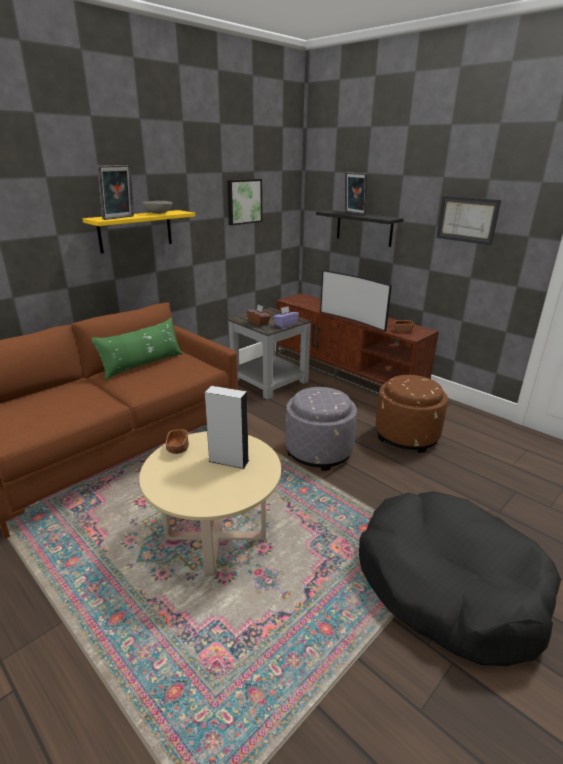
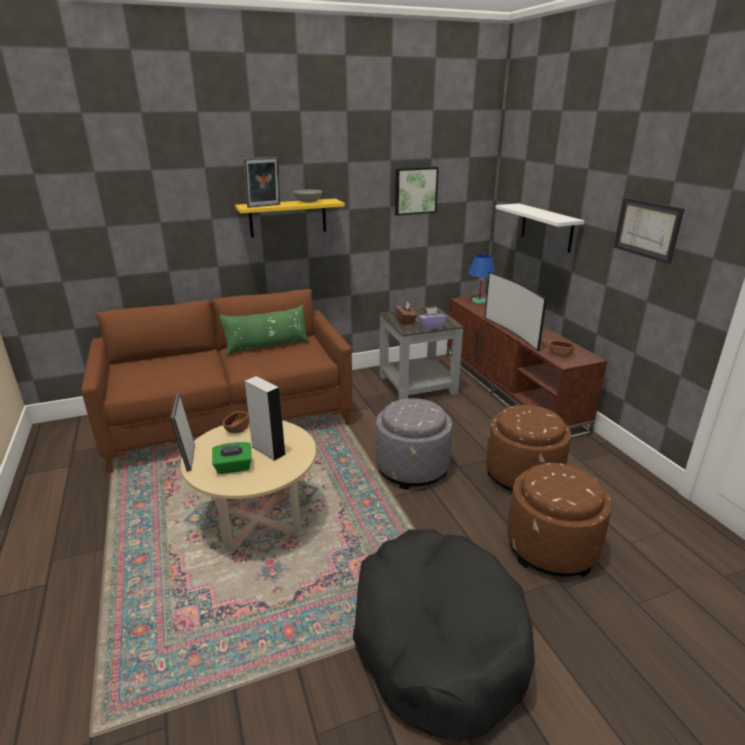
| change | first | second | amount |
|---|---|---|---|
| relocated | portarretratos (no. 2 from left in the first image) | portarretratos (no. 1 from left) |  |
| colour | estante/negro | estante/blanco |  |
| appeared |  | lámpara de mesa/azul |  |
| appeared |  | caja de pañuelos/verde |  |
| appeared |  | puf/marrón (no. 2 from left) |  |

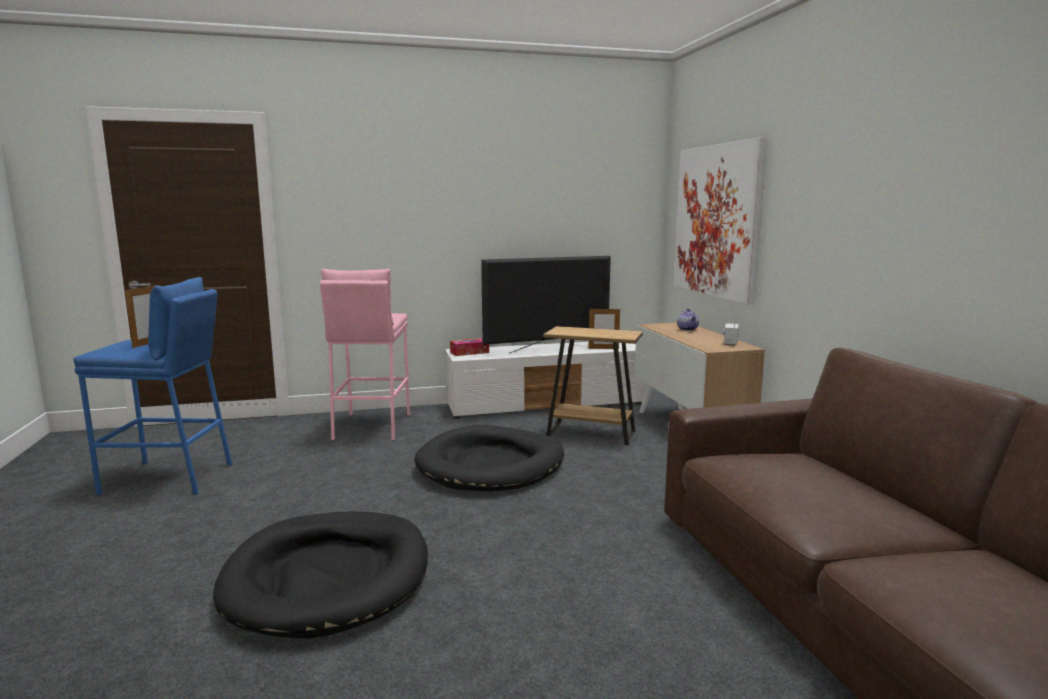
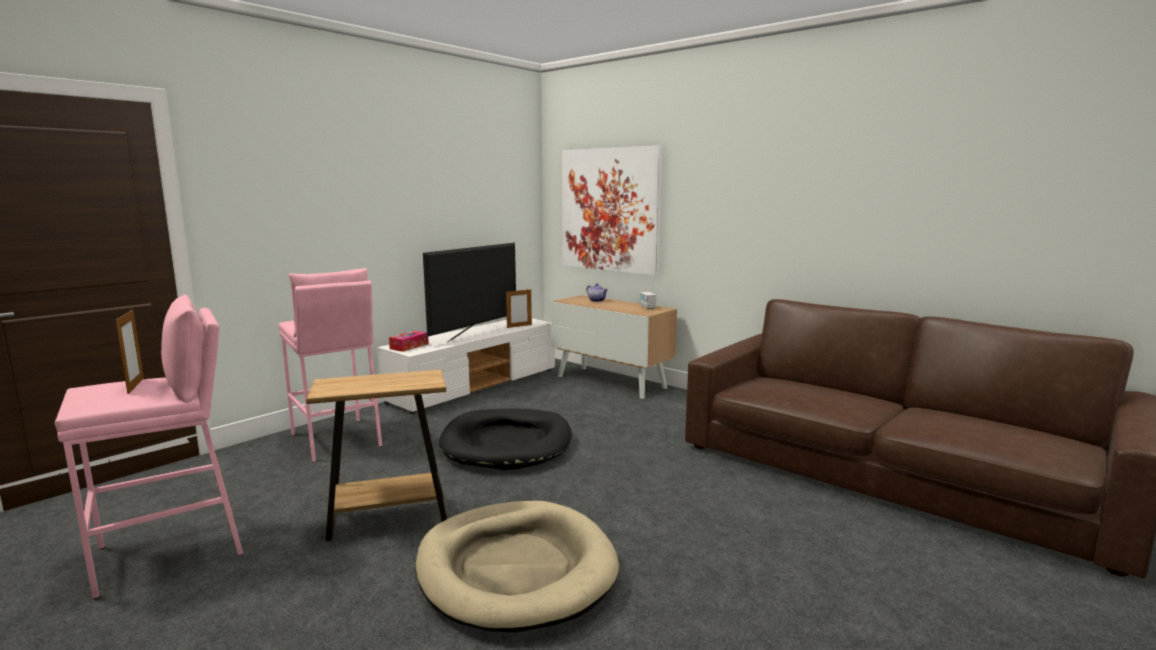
| change | first | second | amount |
|---|---|---|---|
| colour | taburete/azul | taburete/rosa (no. 1 from left) |  |
| relocated | mesa auxiliar/marrón |  |  |
| colour | cama para perro/negro (no. 1 from left) | cama para perro/beis |  |

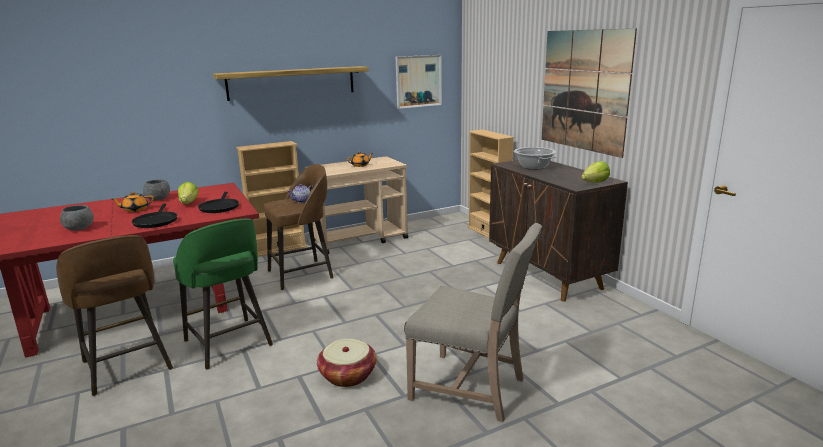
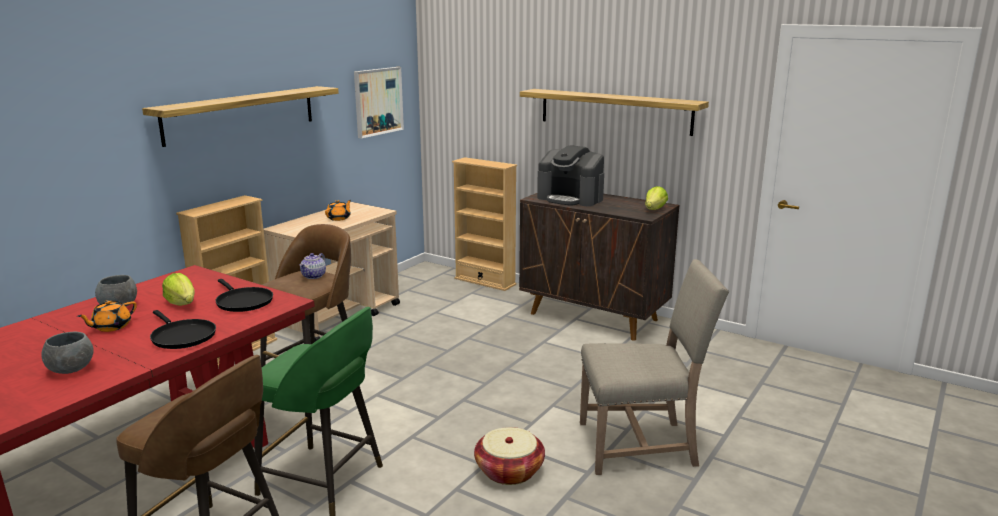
| change | first | second | amount |
|---|---|---|---|
| exchanged | cuadro (no. 2 from left) | estante (no. 2 from left) |  |
| exchanged | olla | cafetera |  |

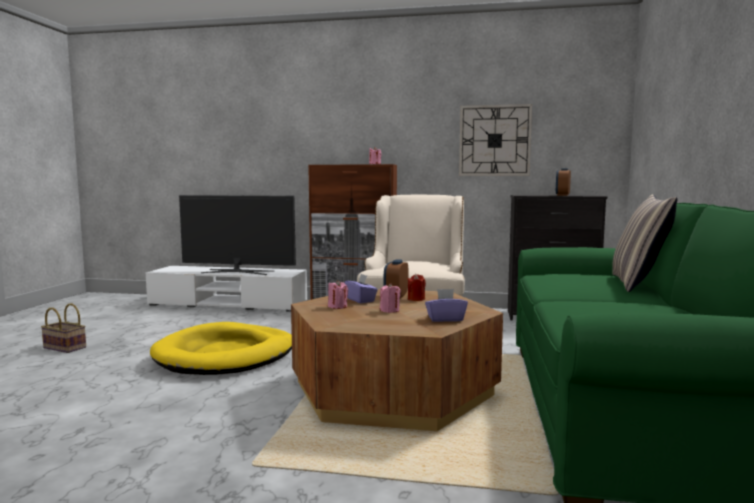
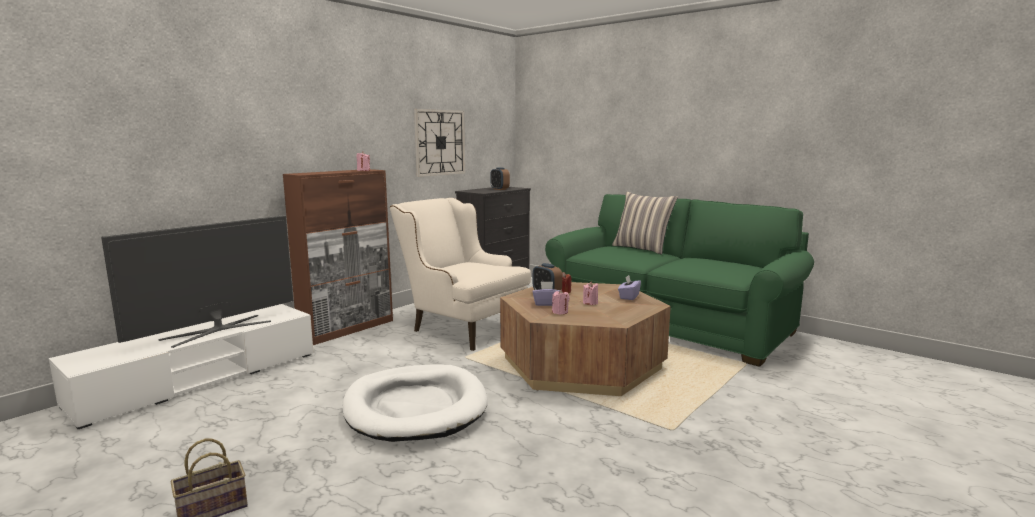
| change | first | second | amount |
|---|---|---|---|
| colour | cama para perro/amarillo | cama para perro/blanco |  |

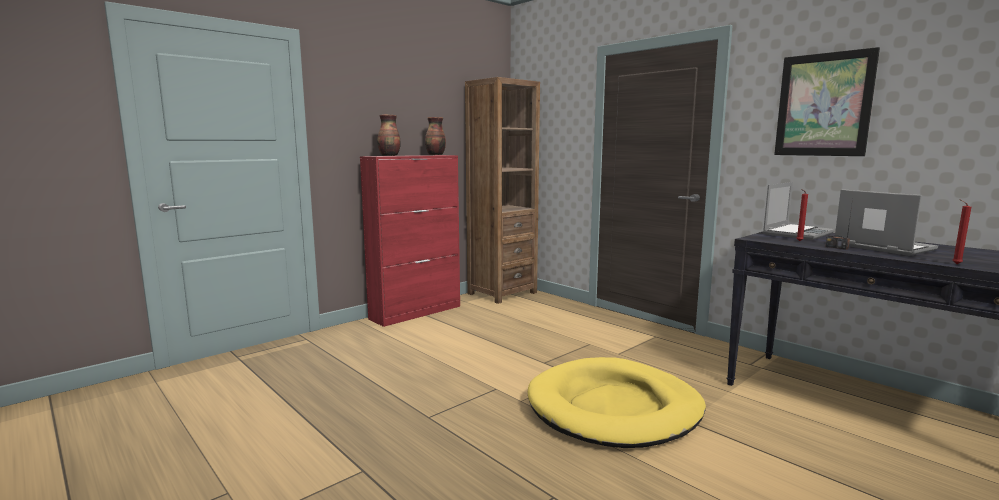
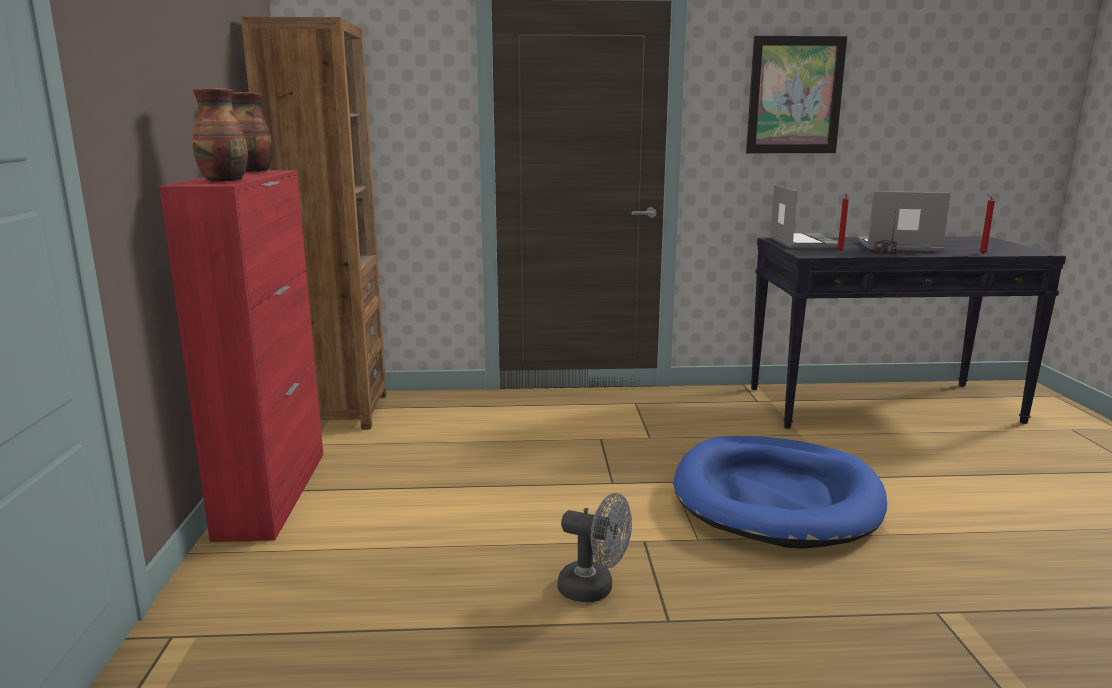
| change | first | second | amount |
|---|---|---|---|
| colour | cama para perro/amarillo | cama para perro/azul |  |
| appeared |  | ventilador/gris |  |

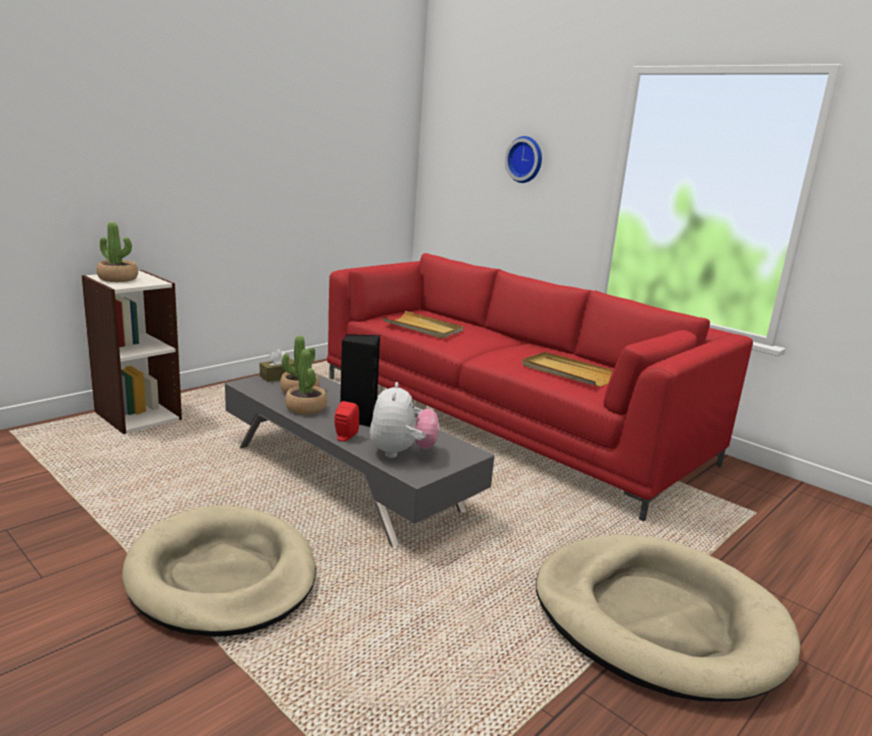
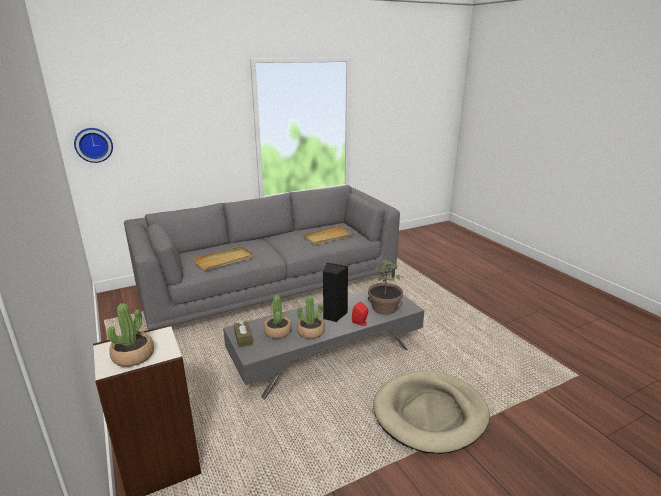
| change | first | second | amount |
|---|---|---|---|
| relocated | reloj de pared |  |  |
| colour | sofá/rojo | sofá/gris |  |
| exchanged | peluche | planta en maceta (no. 4 from left) |  |
| missing | cama para perro/beis (no. 2 from left) |  |  |

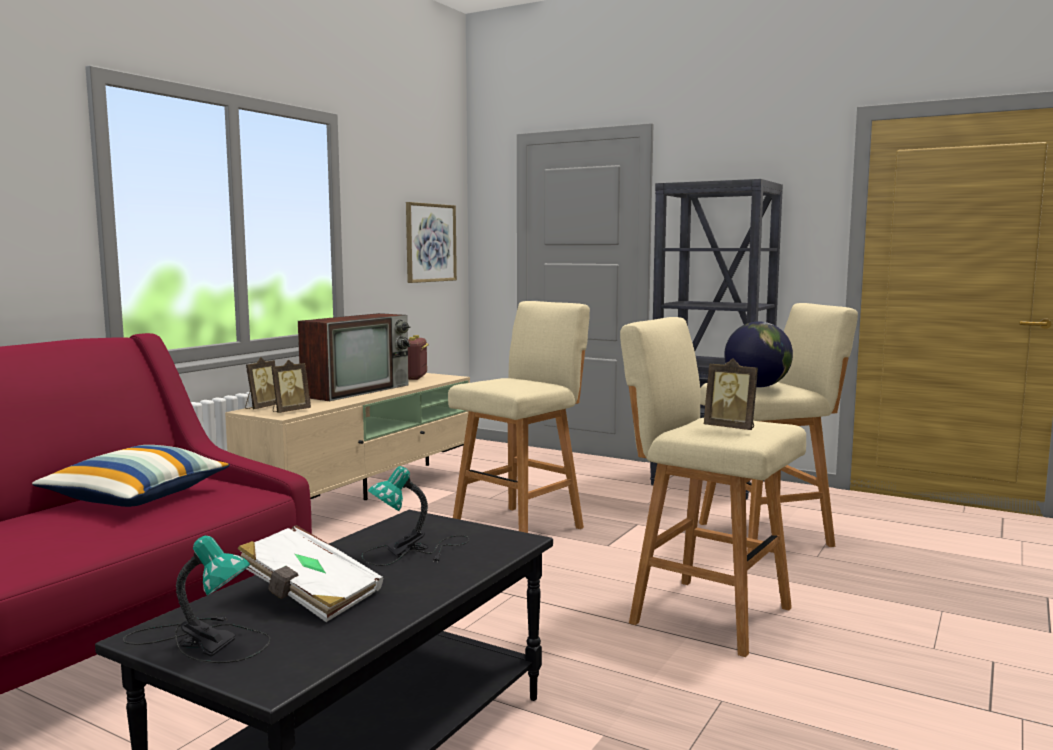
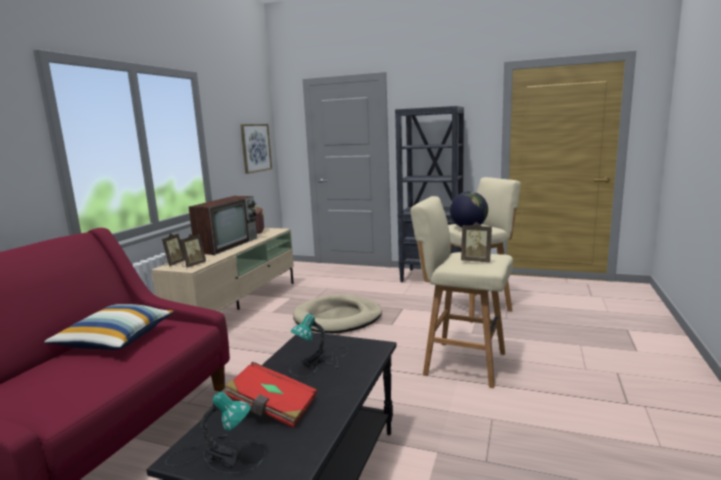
| change | first | second | amount |
|---|---|---|---|
| exchanged | taburete/beis (no. 1 from left) | cama para perro/beis |  |
| colour | libro/blanco | libro/rojo |  |

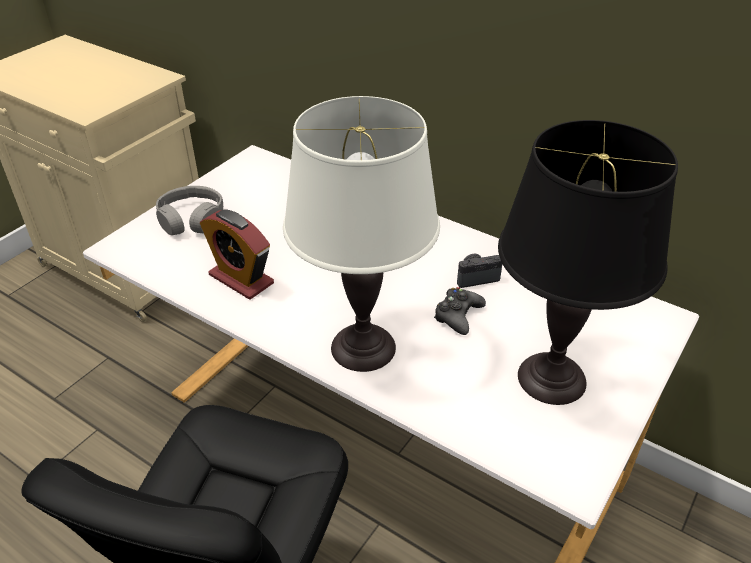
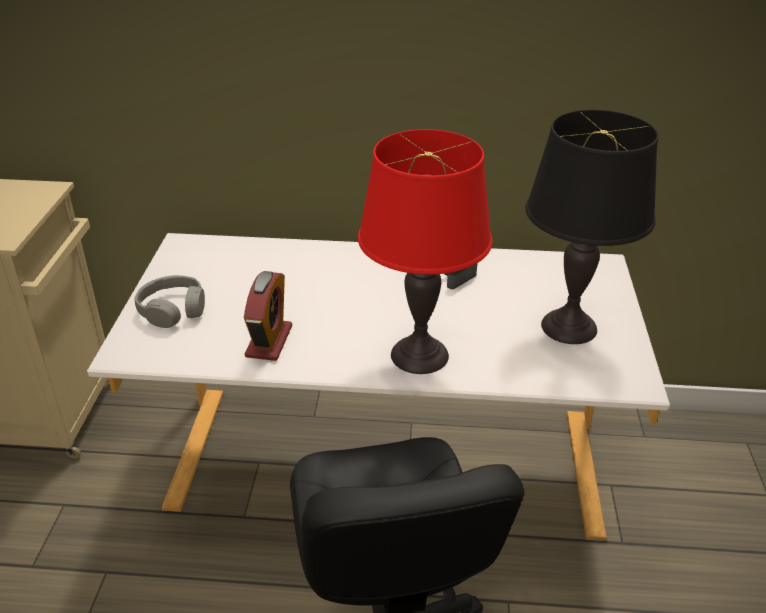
| change | first | second | amount |
|---|---|---|---|
| colour | lámpara de mesa/blanco | lámpara de mesa/rojo |  |
| spun | despertador |  | 90 degrees counterclockwise |
| missing | mando de consola/negro |  |  |

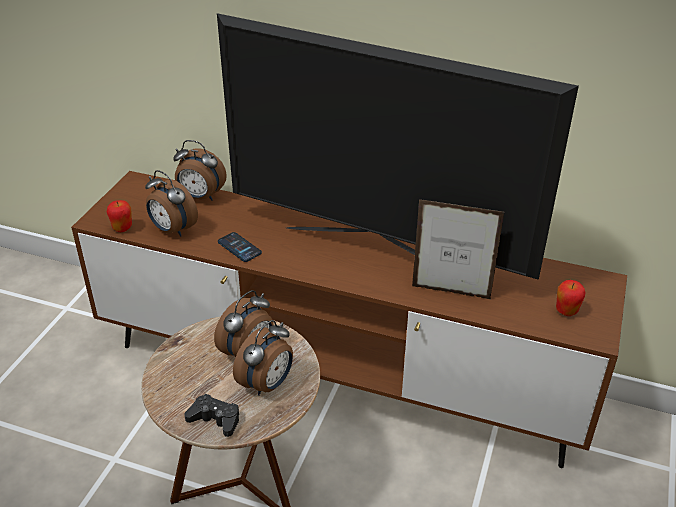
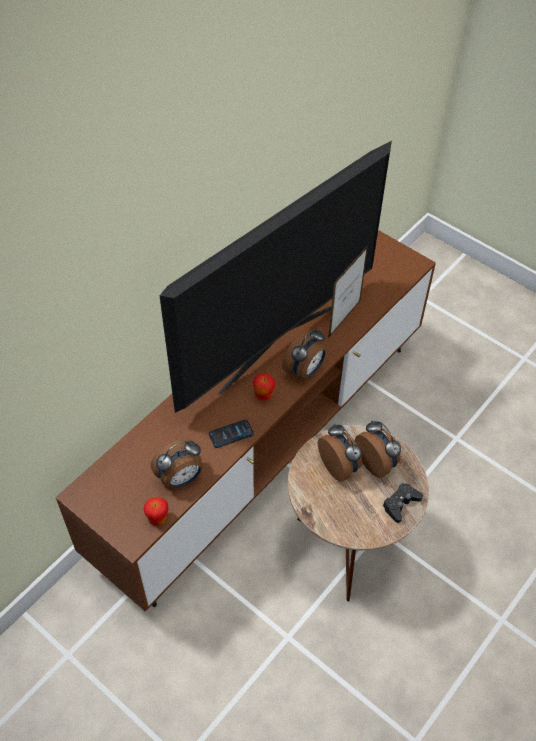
| change | first | second | amount |
|---|---|---|---|
| relocated | despertador (no. 2 from left) |  |  |
| relocated | manzana (no. 2 from left) |  |  |

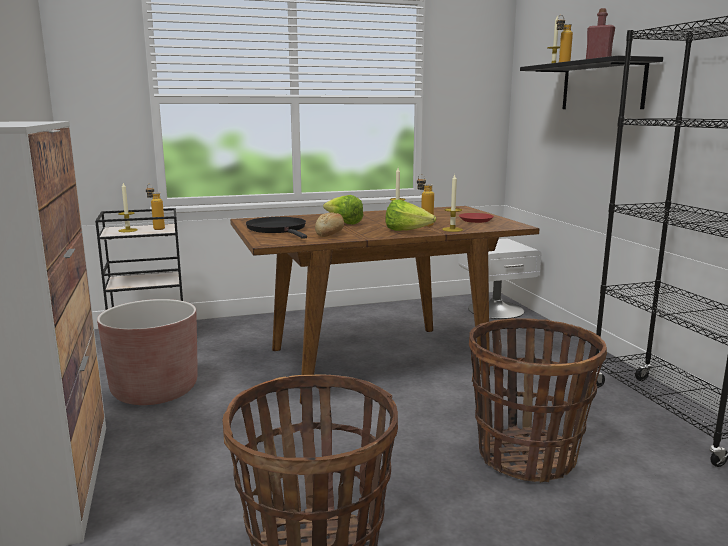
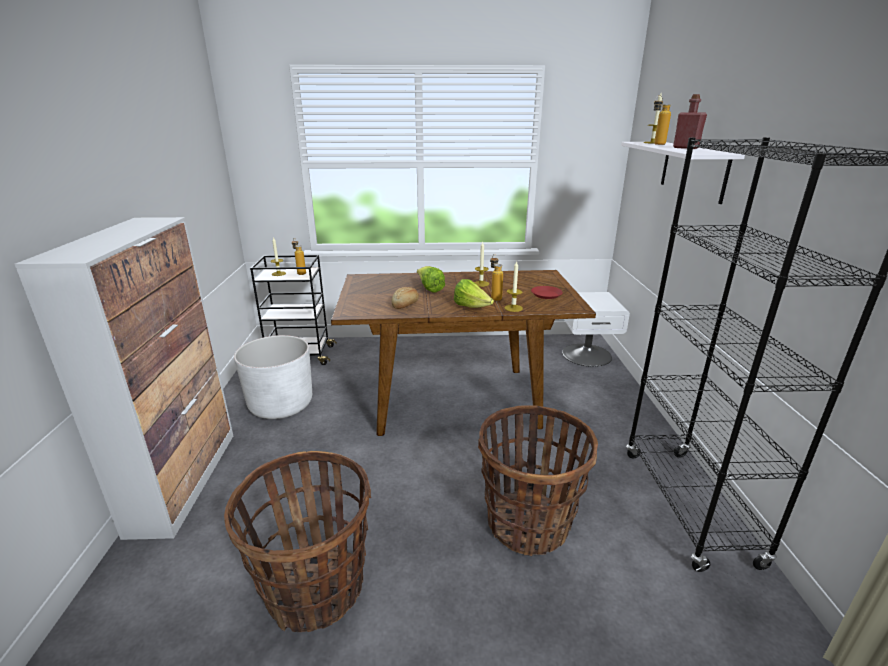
| change | first | second | amount |
|---|---|---|---|
| colour | estante/negro | estante/blanco |  |
| missing | sartén/negro |  |  |
| colour | maceta/marrón | maceta/blanco |  |

